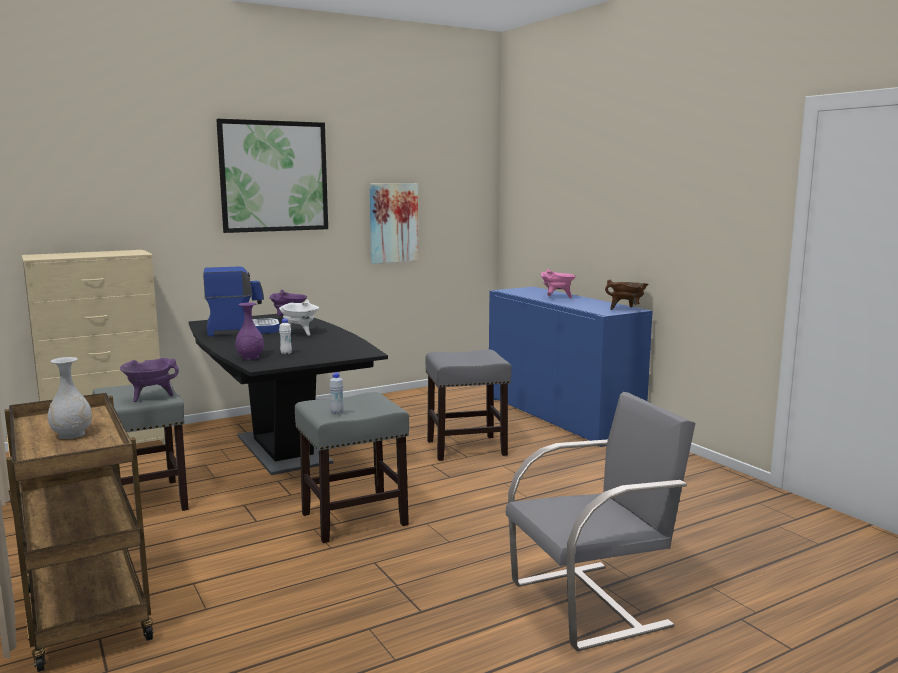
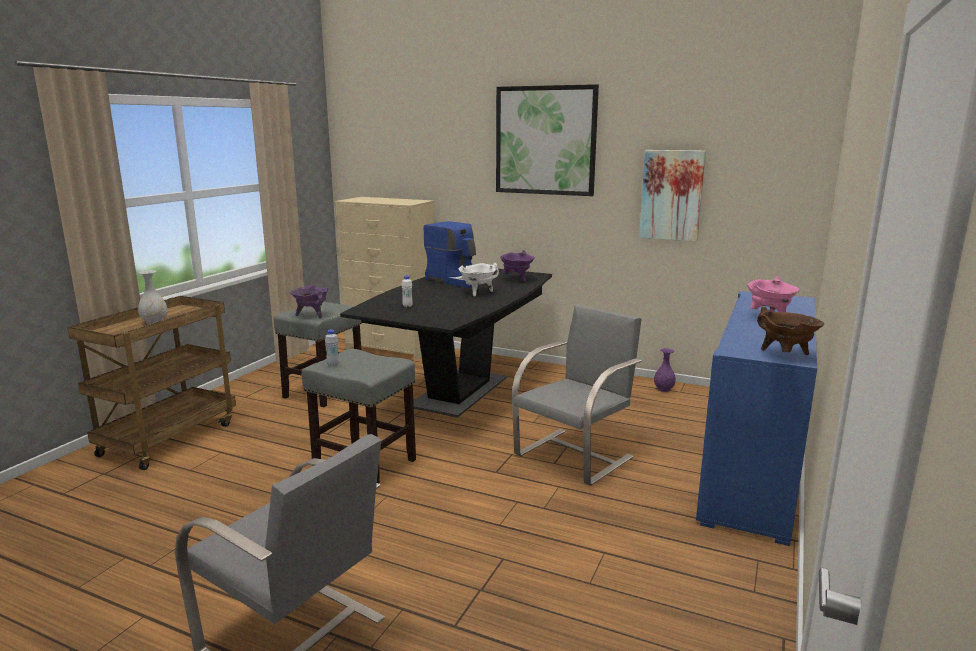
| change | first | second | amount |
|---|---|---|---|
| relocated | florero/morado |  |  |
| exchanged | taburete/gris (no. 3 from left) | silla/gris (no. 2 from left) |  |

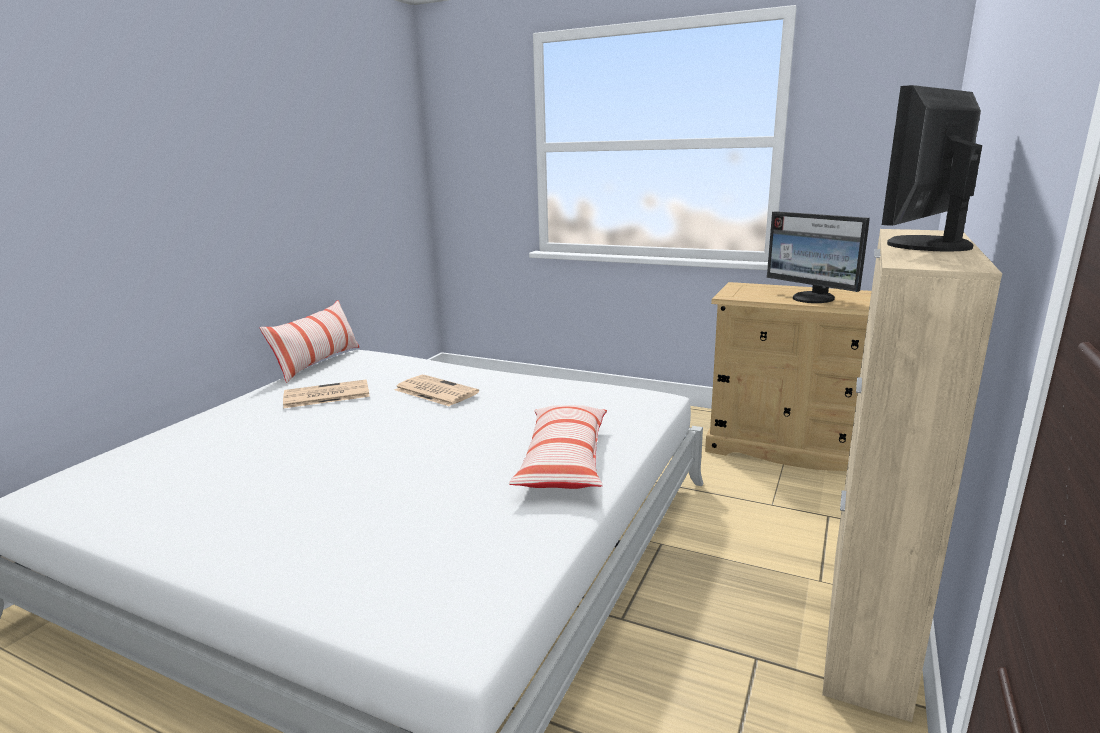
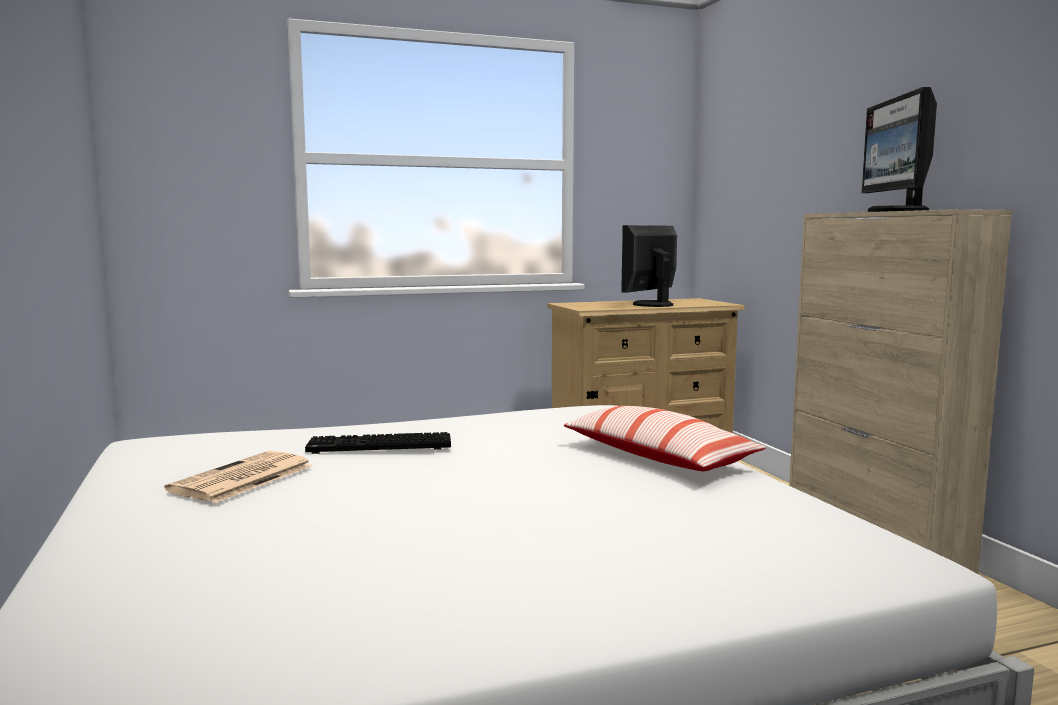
| change | first | second | amount |
|---|---|---|---|
| spun | monitor (no. 1 from left) |  | 120 degrees clockwise |
| missing | cojín (no. 1 from left) |  |  |
| exchanged | periódico (no. 2 from left) | teclado |  |

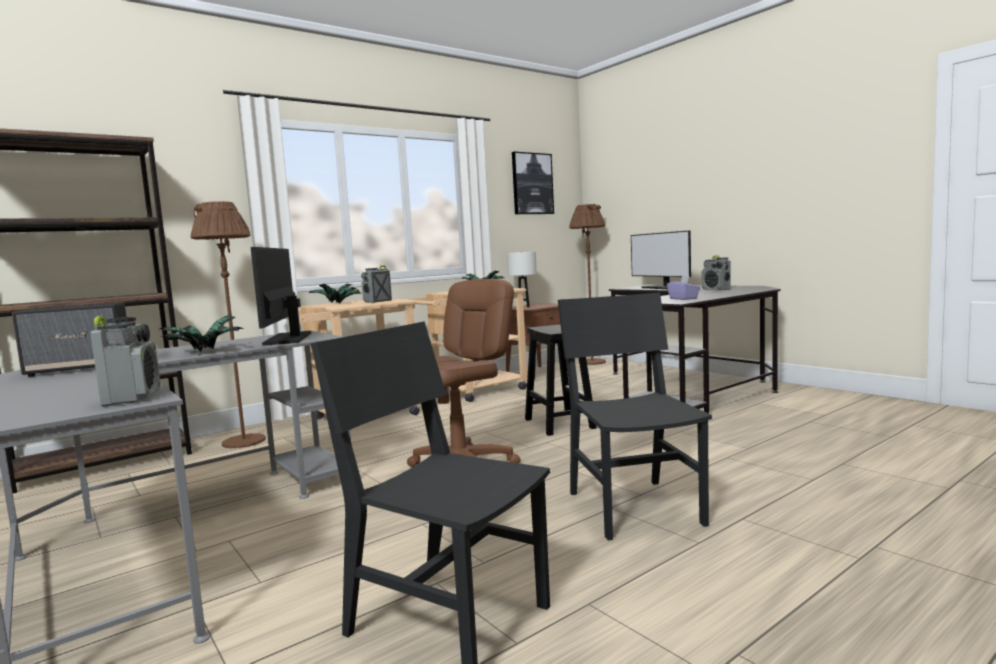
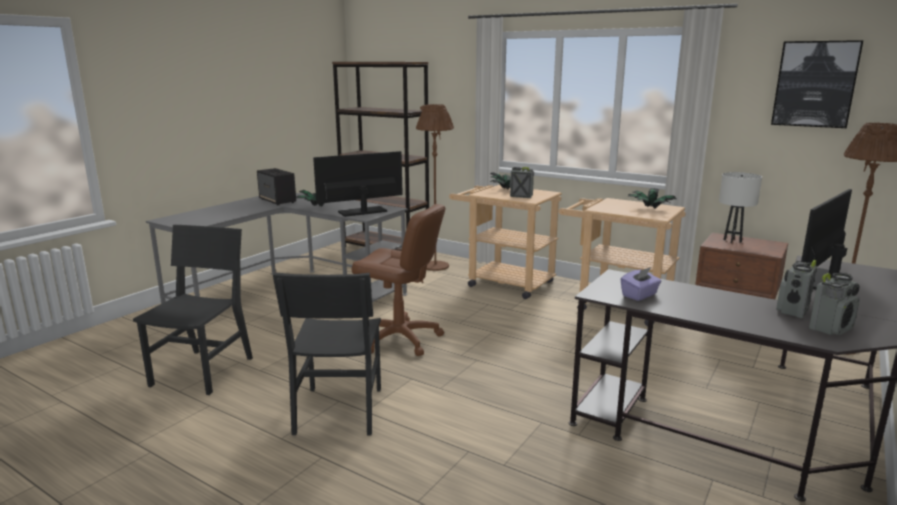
| change | first | second | amount |
|---|---|---|---|
| spun | silla/negro (no. 2 from left) |  | 120 degrees clockwise |
| relocated | radio (no. 1 from left in the first image) | radio (no. 3 from left) |  |
| missing | taburete/negro |  |  |

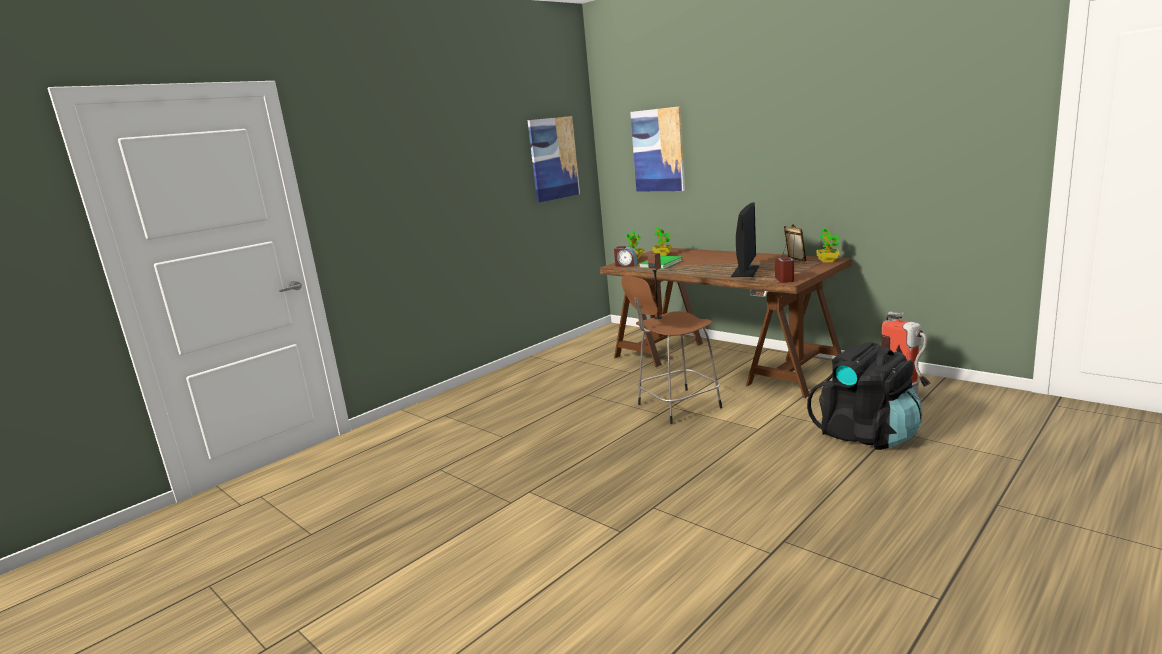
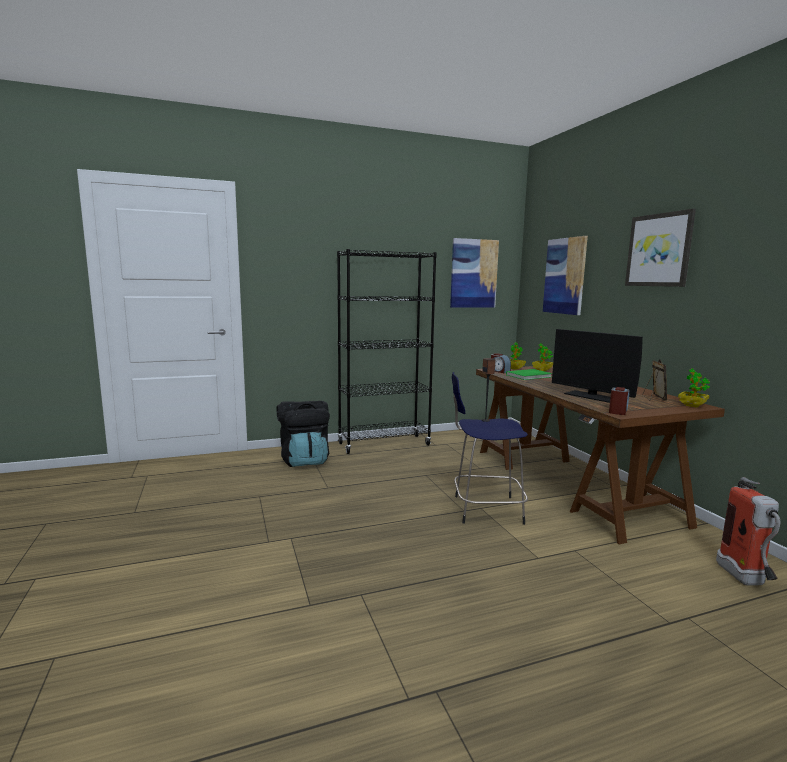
| change | first | second | amount |
|---|---|---|---|
| spun | monitor |  | 90 degrees clockwise |
| colour | taburete/marrón | taburete/azul |  |
| relocated | mochila/negro |  |  |
| appeared |  | cuadro (no. 3 from left) |  |
| appeared |  | estantería/negro |  |

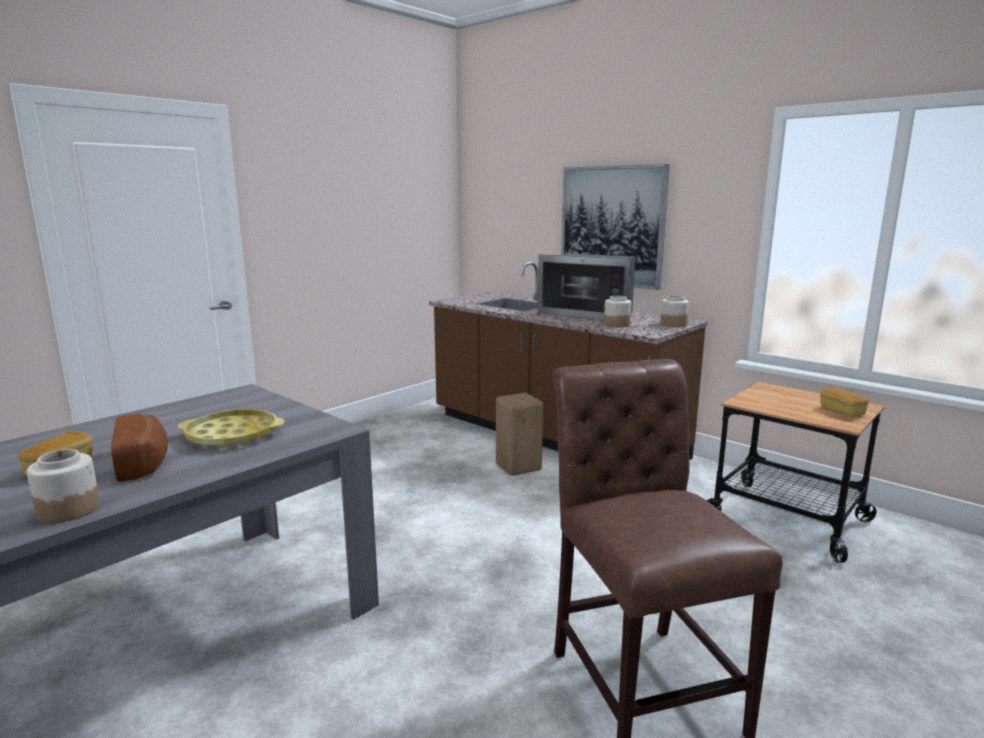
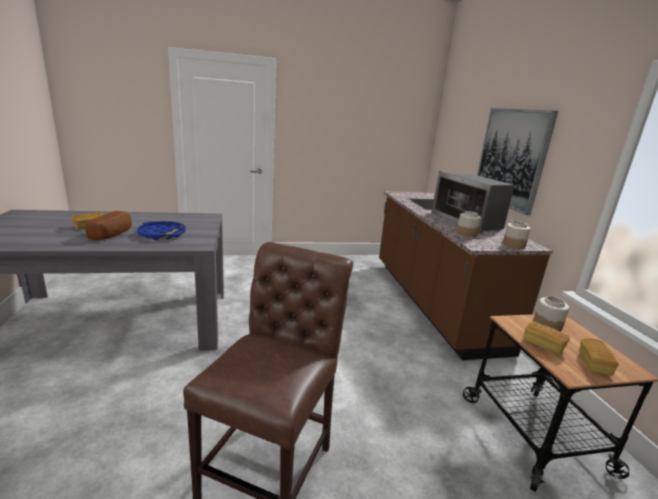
| change | first | second | amount |
|---|---|---|---|
| missing | taburete/beis |  |  |
| colour | bandeja/amarillo | bandeja/azul |  |
| relocated | tarro (no. 1 from left in the first image) | tarro (no. 3 from left) |  |
| appeared |  | pan (no. 3 from left) |  |

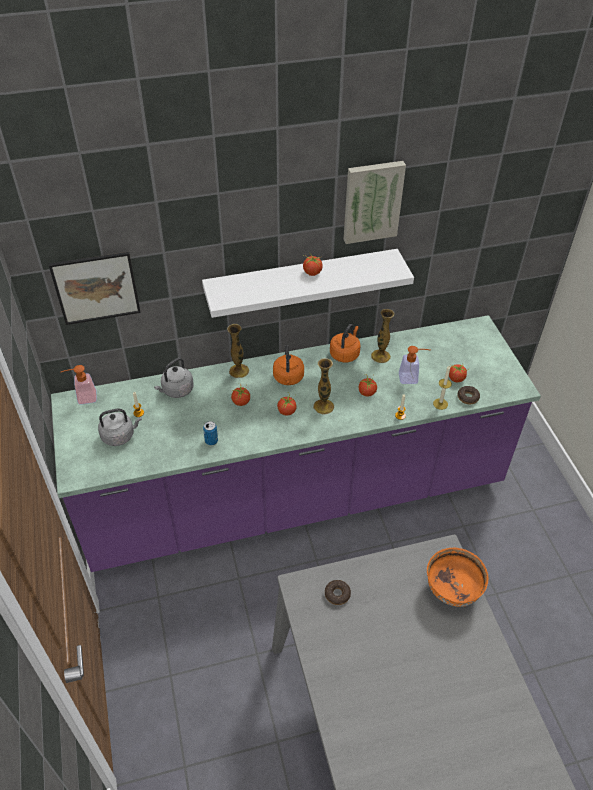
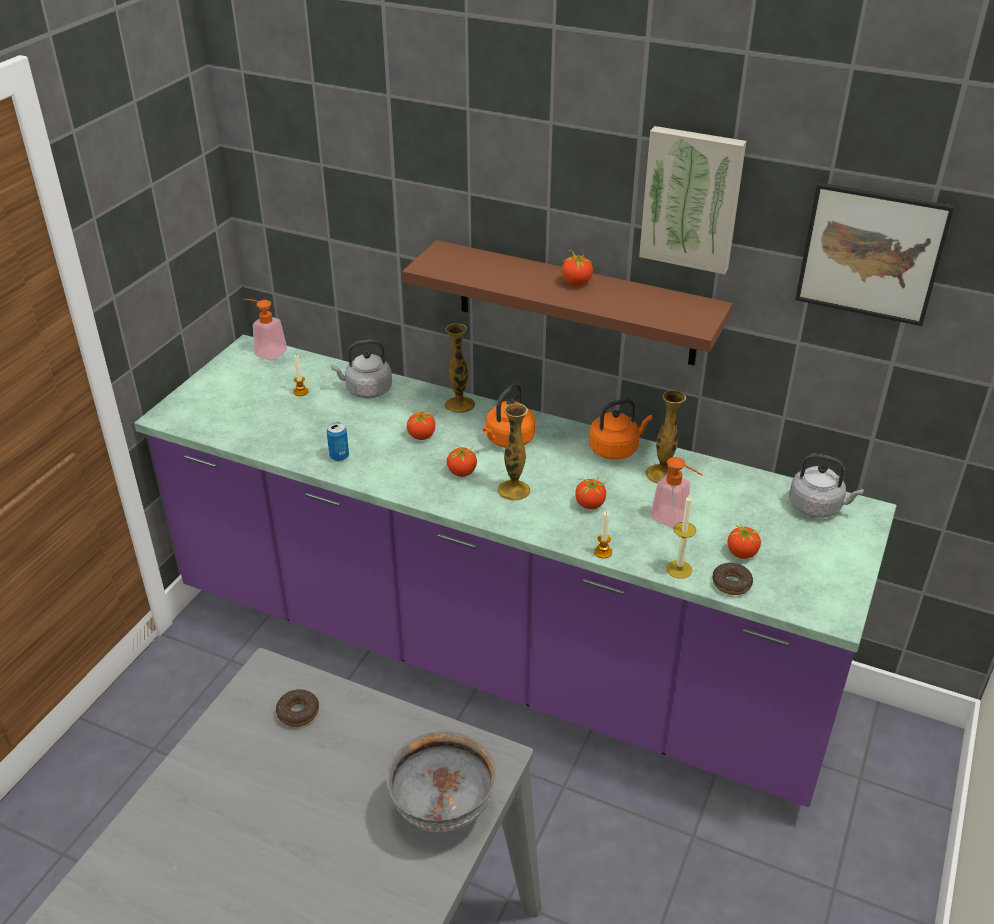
| change | first | second | amount |
|---|---|---|---|
| colour | estante/blanco | estante/marrón |  |
| relocated | cuadro (no. 1 from left in the first image) | cuadro (no. 2 from left) |  |
| relocated | hervidor/gris (no. 1 from left in the first image) | hervidor/gris (no. 2 from left) |  |
| colour | cuenco/naranja | cuenco/gris |  |

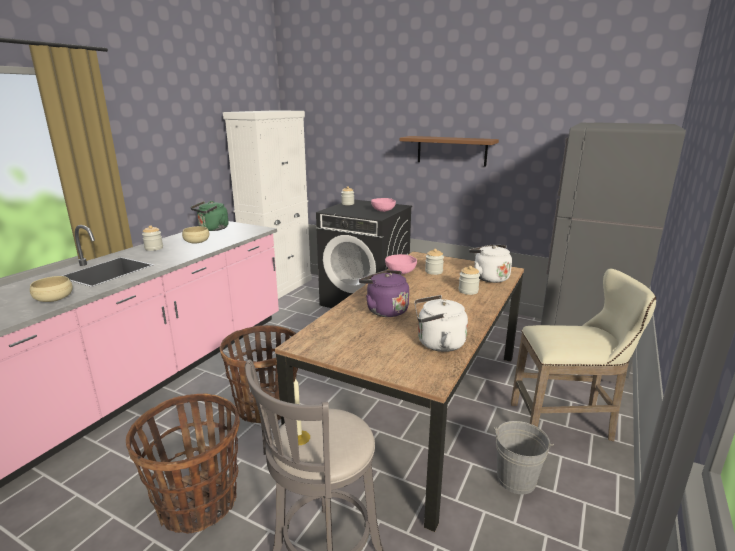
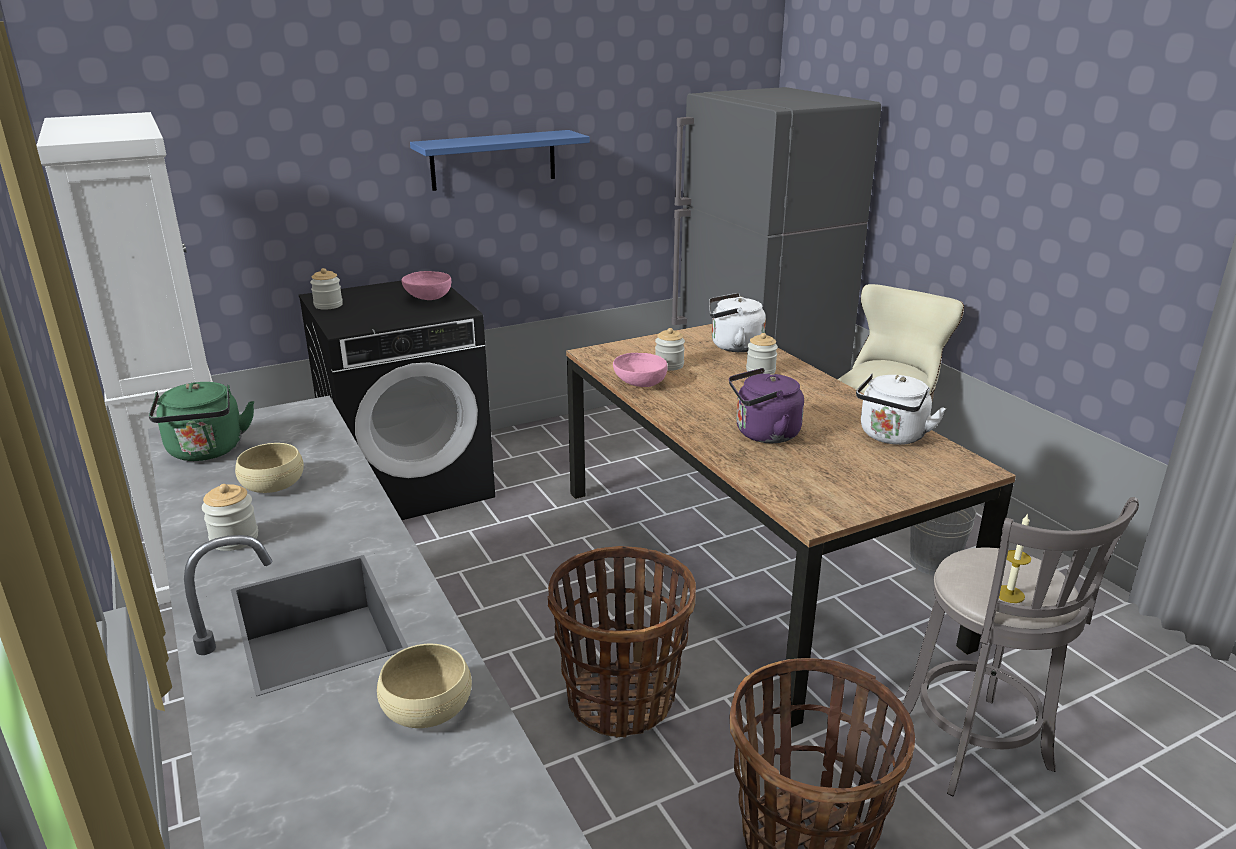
| change | first | second | amount |
|---|---|---|---|
| colour | estante/marrón | estante/azul |  |

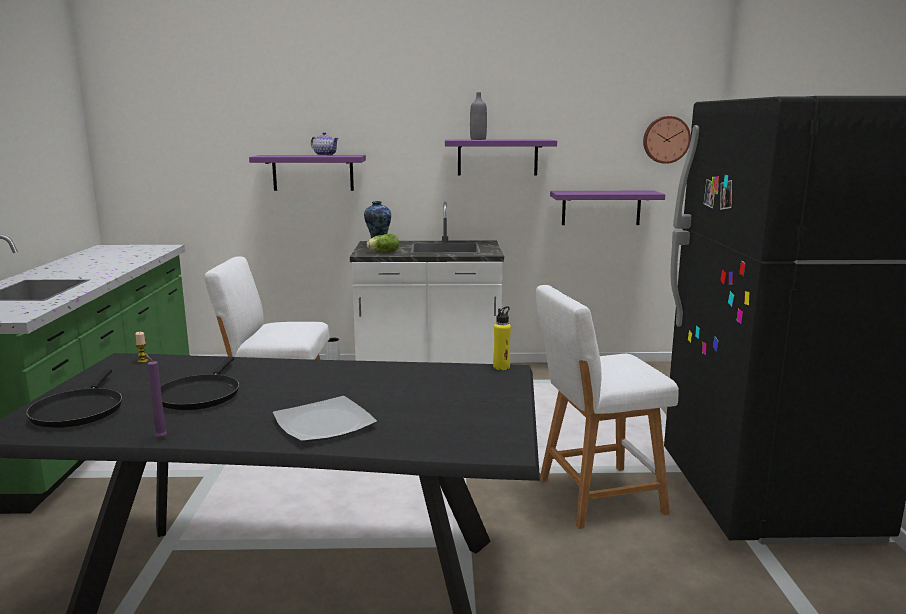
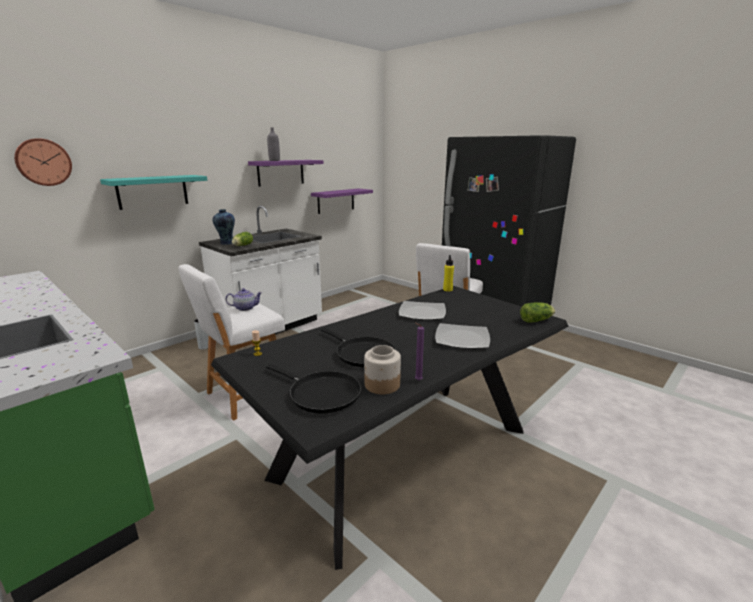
| change | first | second | amount |
|---|---|---|---|
| relocated | reloj de pared |  |  |
| relocated | tetera |  |  |
| colour | estante/morado (no. 1 from left) | estante/turquesa |  |
| appeared |  | plato (no. 1 from left) |  |
| appeared |  | lechuga (no. 2 from left) |  |
| appeared |  | tarro |  |

